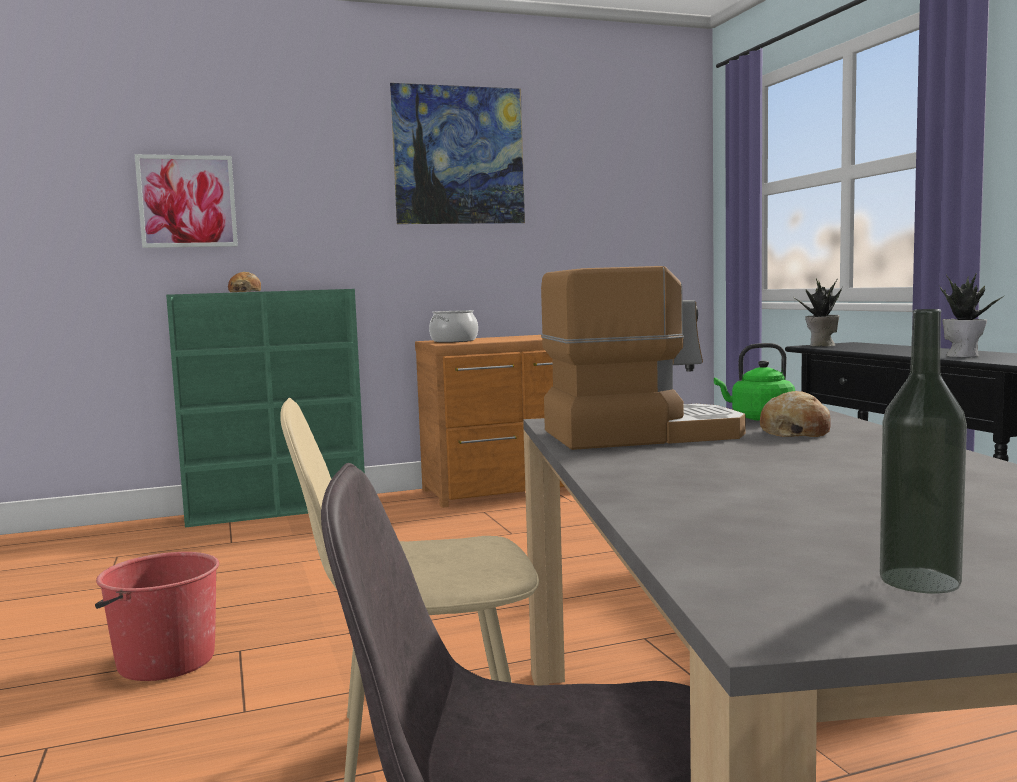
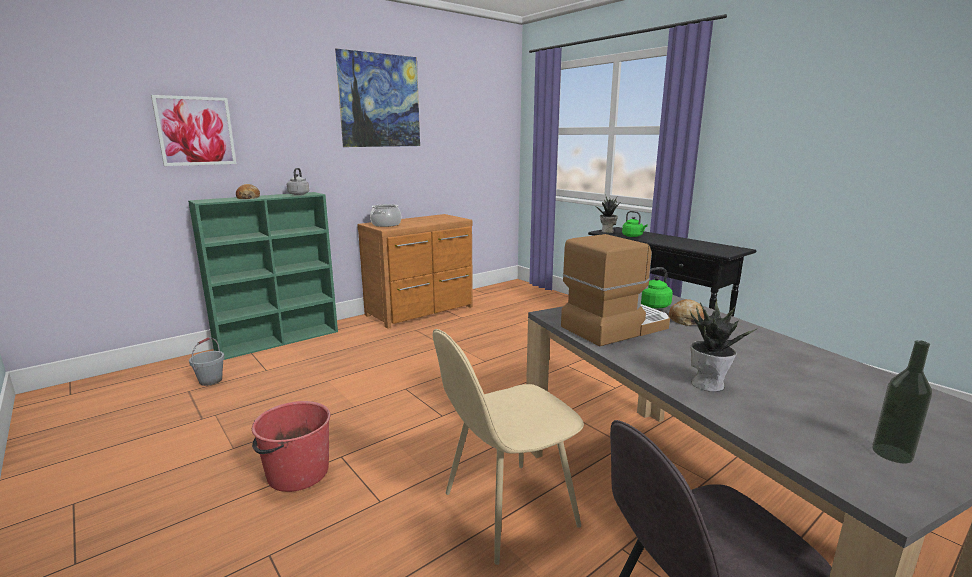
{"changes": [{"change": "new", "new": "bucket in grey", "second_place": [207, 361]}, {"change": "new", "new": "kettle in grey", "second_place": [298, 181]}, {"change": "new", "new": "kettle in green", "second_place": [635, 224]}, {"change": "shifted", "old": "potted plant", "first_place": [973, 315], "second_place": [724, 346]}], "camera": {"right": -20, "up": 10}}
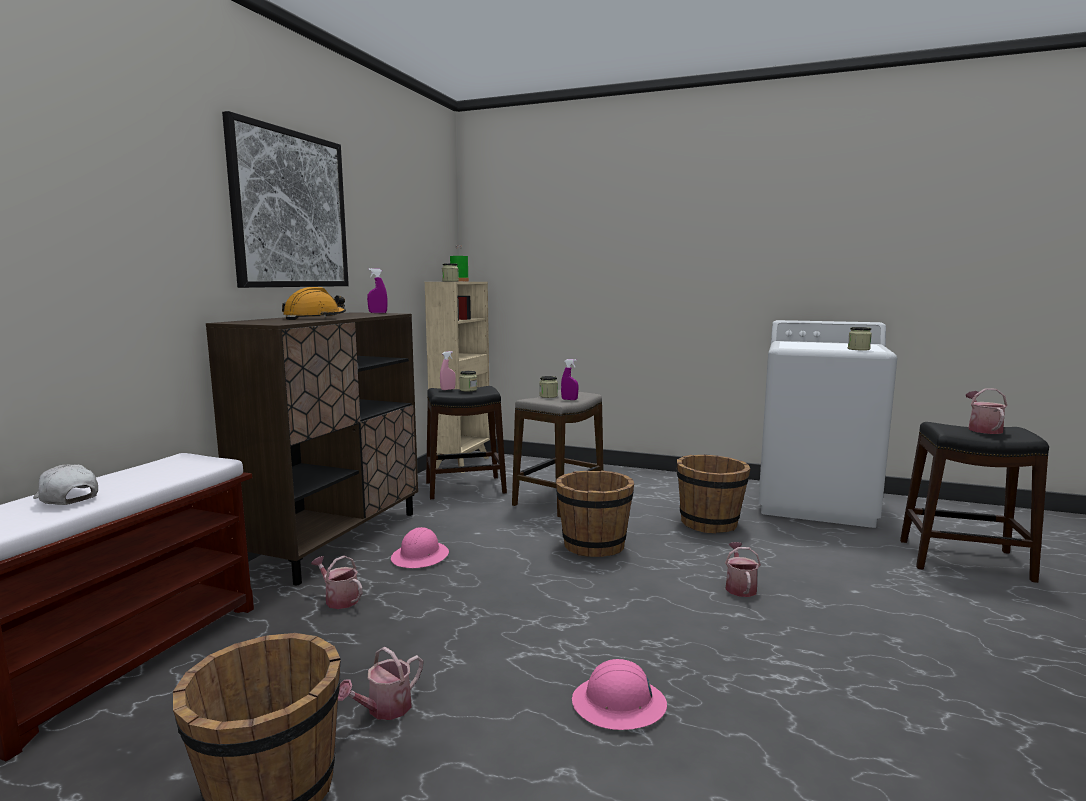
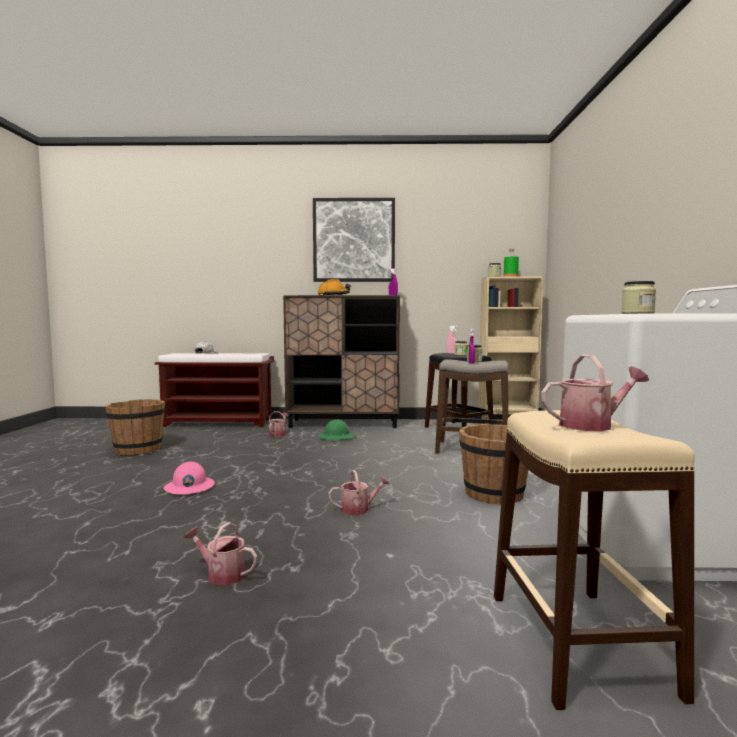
{"changes": [{"change": "shifted", "old": "watering can", "first_place": [380, 683], "second_place": [220, 553]}, {"change": "repainted", "old": "hard hat in pink", "new": "hard hat in green", "first_place": [420, 547], "second_place": [336, 430]}, {"change": "repainted", "old": "stool in black", "new": "stool in beige", "first_place": [974, 502], "second_place": [594, 560]}, {"change": "gone", "old": "bucket in brown", "first_place": [595, 513]}], "camera": {"right": 70, "up": -5}}
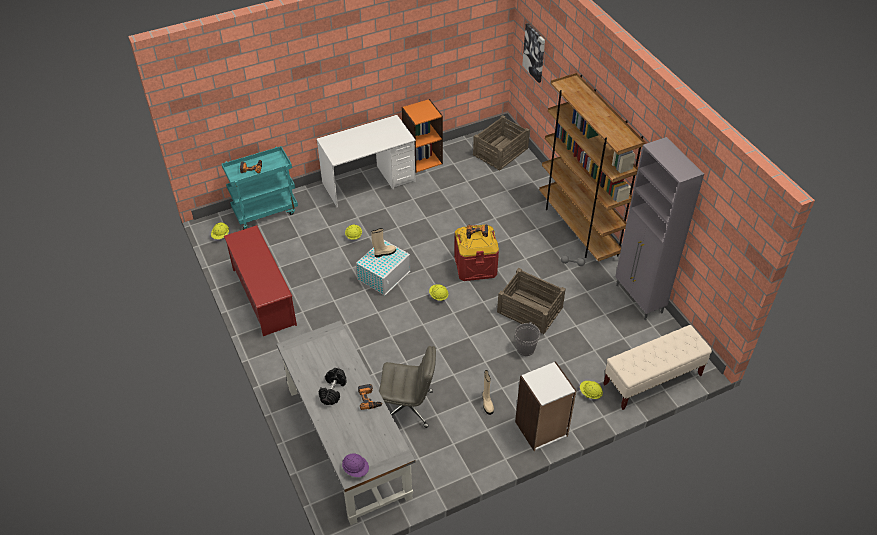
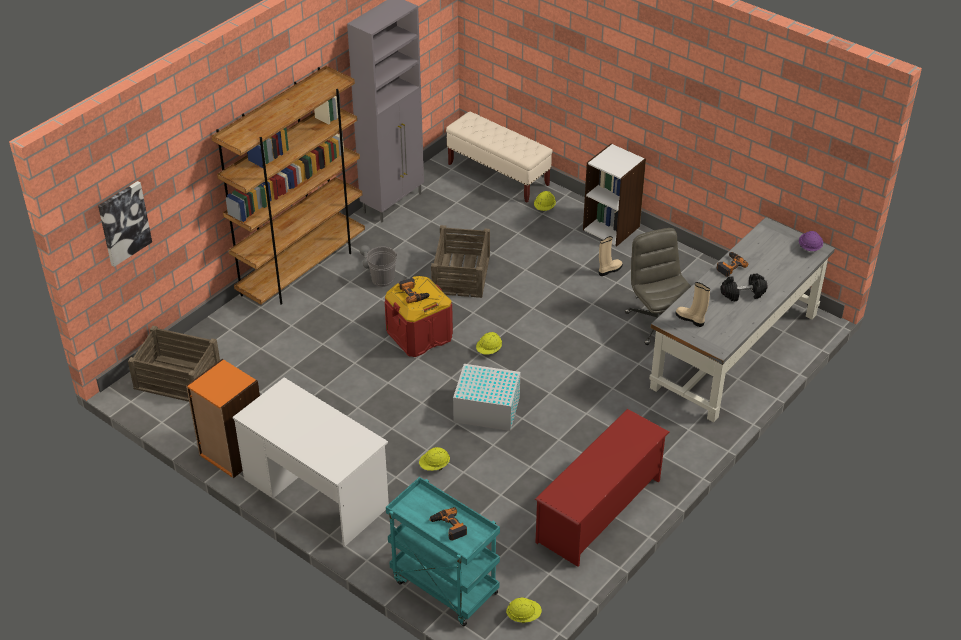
{"changes": [{"change": "shifted", "old": "bucket in grey", "first_place": [527, 339], "second_place": [382, 267]}, {"change": "shifted", "old": "boot in beige", "first_place": [384, 242], "second_place": [692, 304]}], "camera": {"right": -115, "up": -5}}
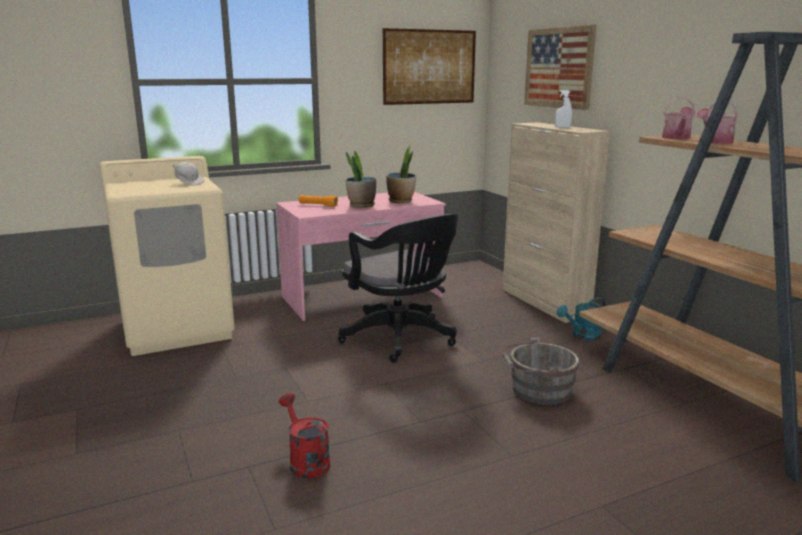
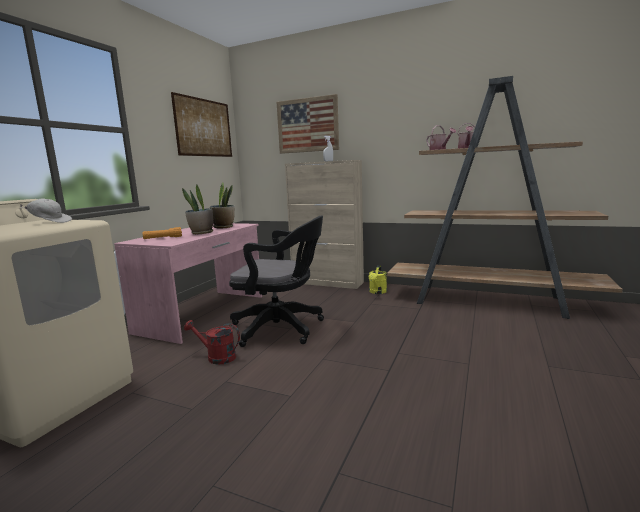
{"changes": [{"change": "shifted", "old": "watering can in red", "first_place": [304, 436], "second_place": [212, 342]}, {"change": "repainted", "old": "watering can in turquoise", "new": "watering can in yellow", "first_place": [581, 319], "second_place": [378, 279]}, {"change": "gone", "old": "bucket in grey", "first_place": [540, 371]}], "camera": {"right": -40, "up": -5}}
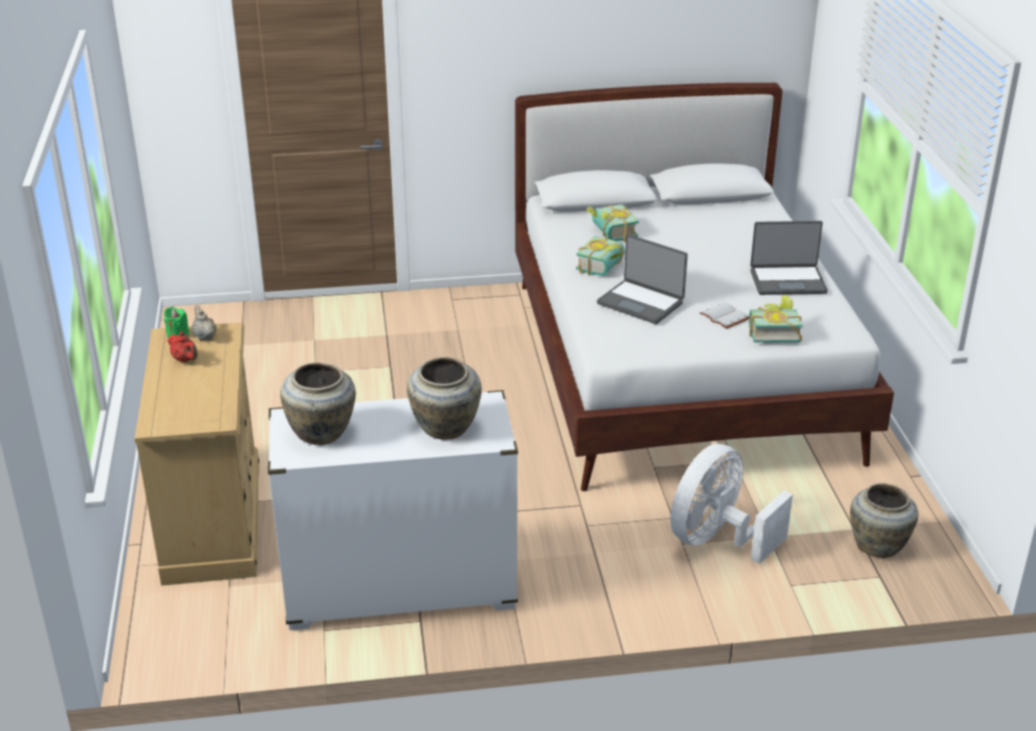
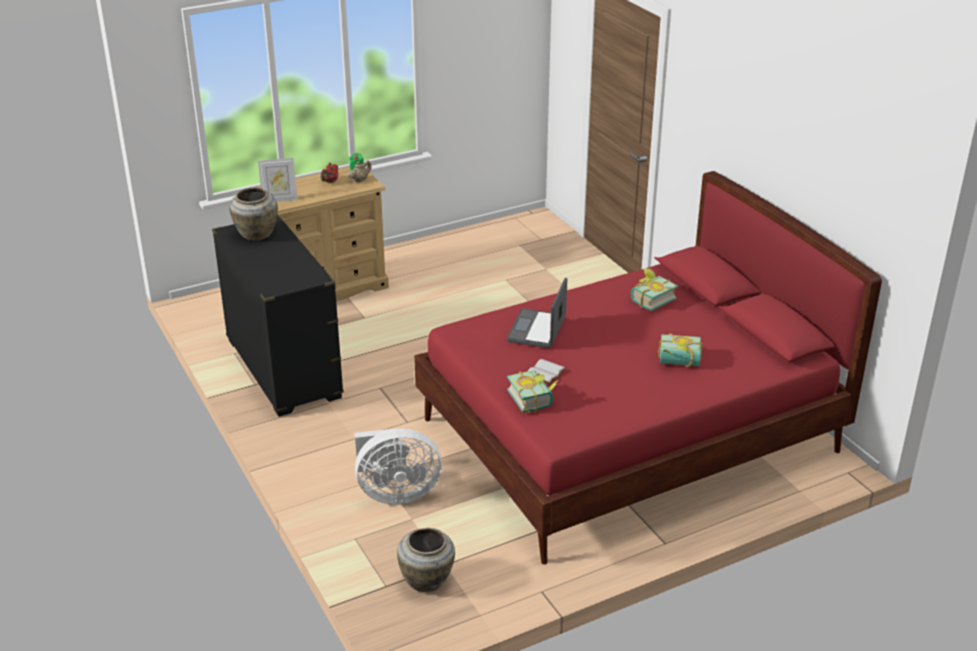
{"changes": [{"change": "repainted", "old": "dresser in white", "new": "dresser in black", "first_place": [393, 510], "second_place": [278, 315]}, {"change": "new", "new": "picture frame", "second_place": [278, 180]}, {"change": "rotated", "old": "fan in white", "first_place": [731, 504], "second_place": [398, 466], "degrees": 150}, {"change": "repainted", "old": "bed in white", "new": "bed in red", "first_place": [704, 287], "second_place": [648, 367]}, {"change": "shifted", "old": "book", "first_place": [600, 256], "second_place": [680, 350]}, {"change": "gone", "old": "vase in beige", "first_place": [444, 398]}, {"change": "gone", "old": "laptop", "first_place": [789, 258]}], "camera": {"right": 70, "up": 0}}
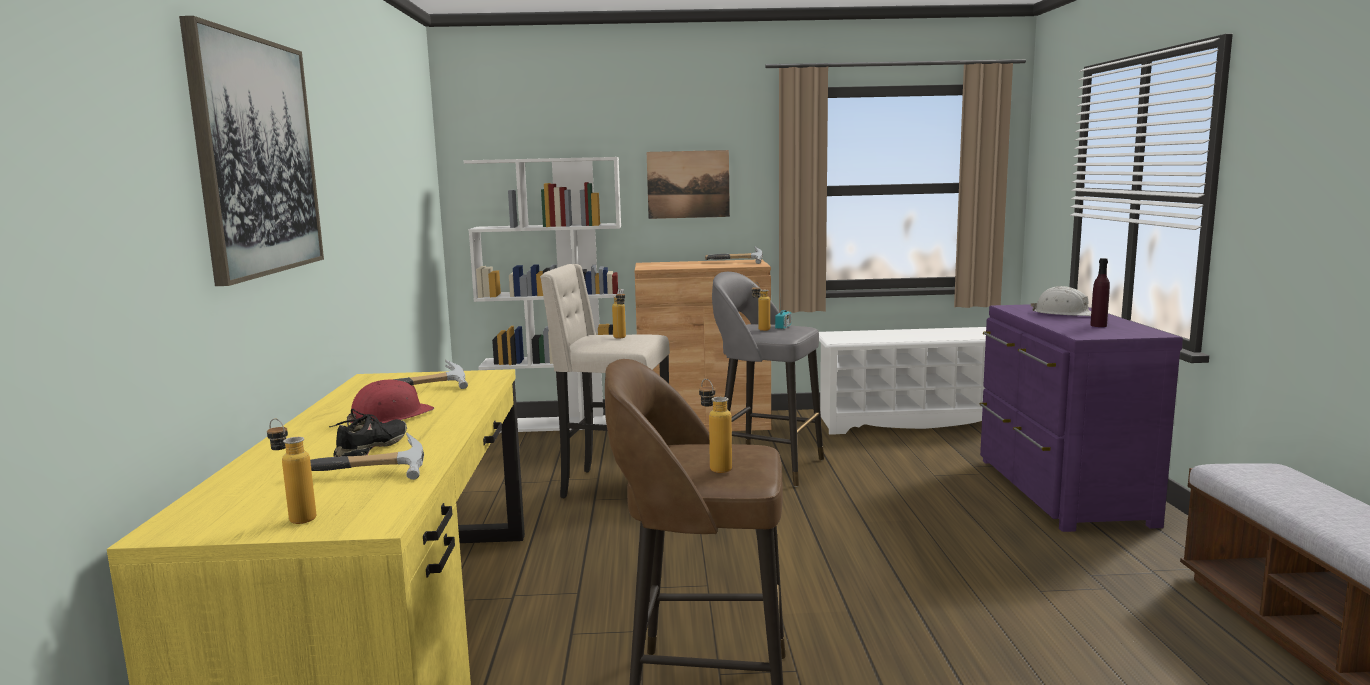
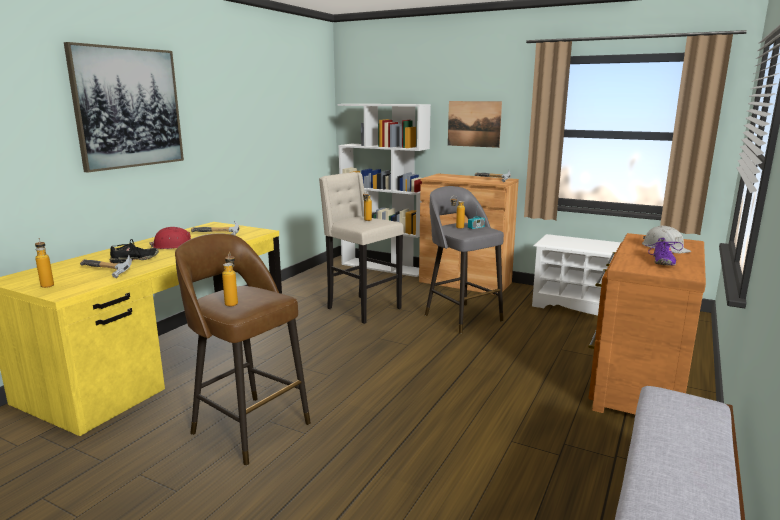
{"changes": [{"change": "repainted", "old": "dresser in purple", "new": "dresser in brown", "first_place": [1081, 418], "second_place": [647, 323]}, {"change": "swapped", "old": "bottle in purple", "new": "shoe in purple", "first_place": [1100, 292], "second_place": [664, 251]}], "camera": {"right": 30, "up": 5}}
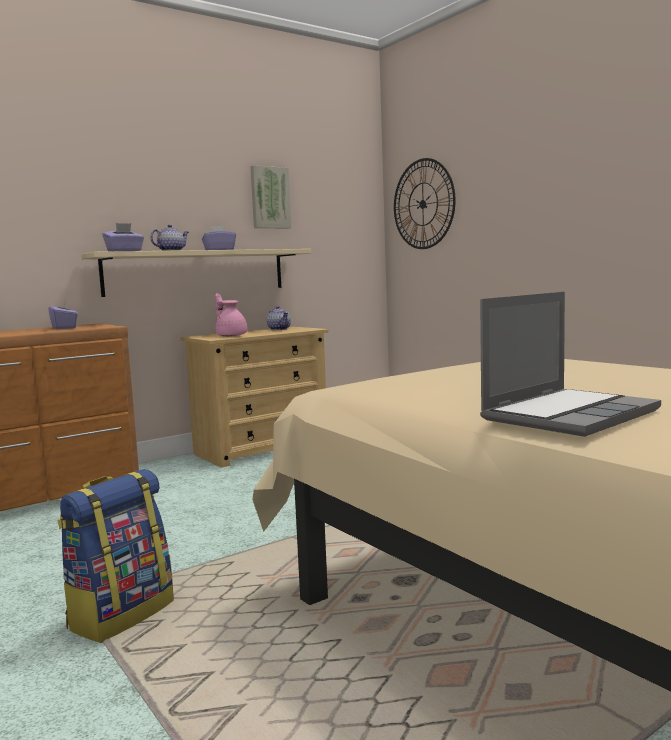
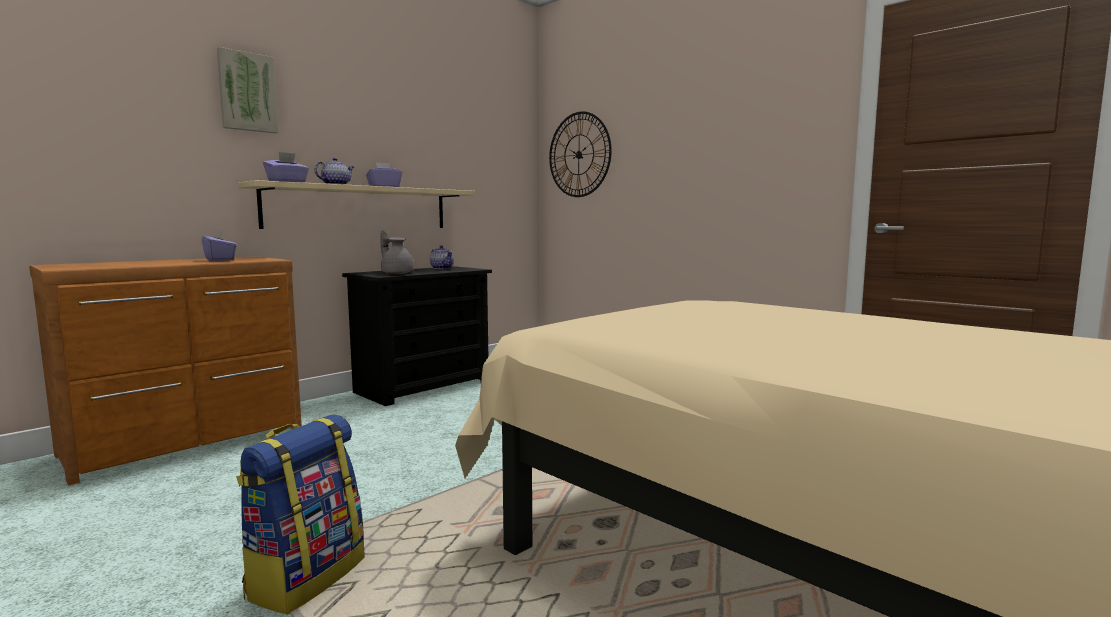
{"changes": [{"change": "shifted", "old": "picture", "first_place": [271, 196], "second_place": [247, 90]}, {"change": "repainted", "old": "dresser in beige", "new": "dresser in black", "first_place": [254, 397], "second_place": [417, 336]}, {"change": "repainted", "old": "teapot in pink", "new": "teapot in grey", "first_place": [231, 315], "second_place": [397, 252]}, {"change": "gone", "old": "laptop", "first_place": [570, 364]}], "camera": {"right": -10, "up": 0}}
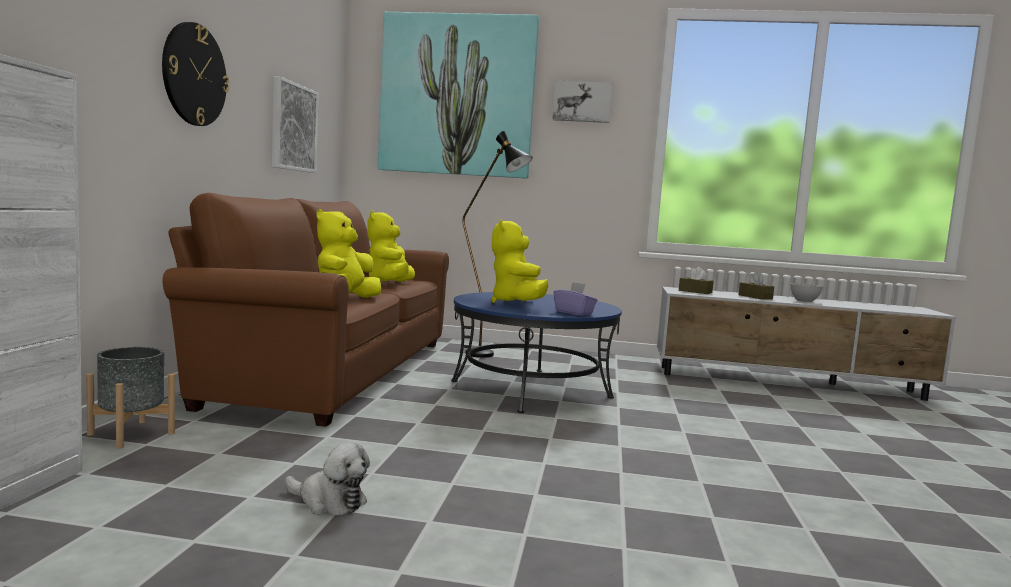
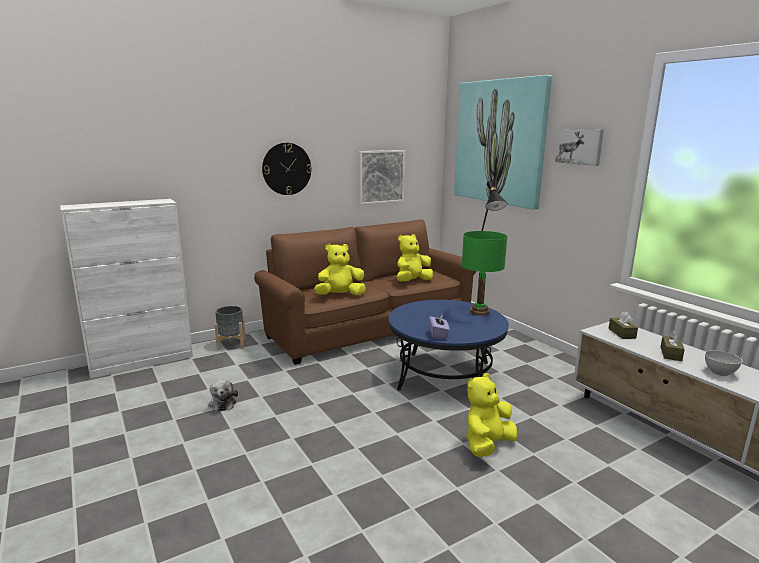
{"changes": [{"change": "new", "new": "table lamp in green", "second_place": [485, 273]}, {"change": "shifted", "old": "plush toy in yellow", "first_place": [519, 261], "second_place": [491, 415]}], "camera": {"right": 50, "up": 10}}
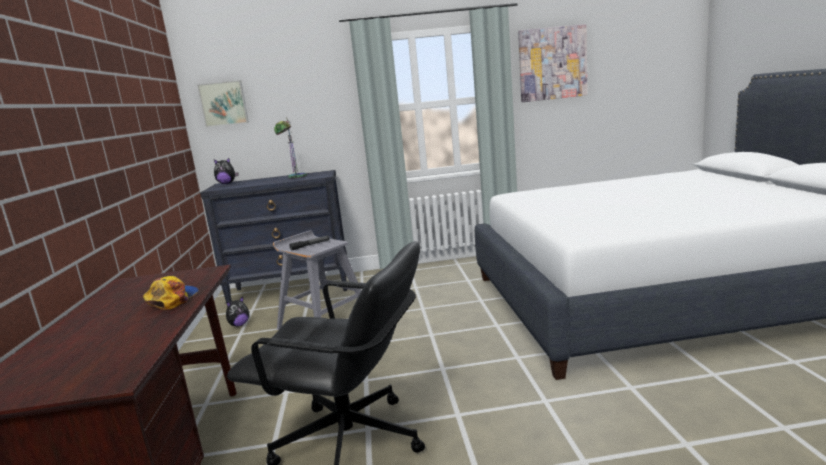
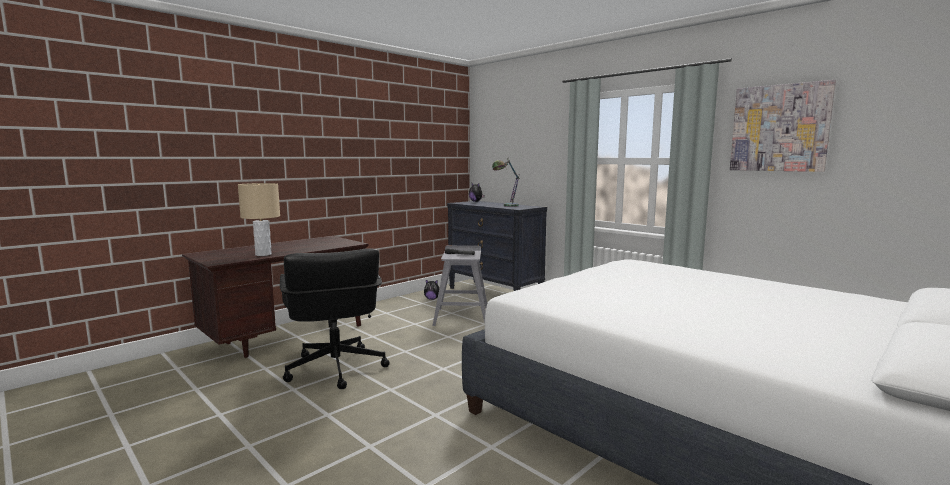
{"changes": [{"change": "new", "new": "table lamp in beige", "second_place": [259, 219]}, {"change": "gone", "old": "cap", "first_place": [171, 293]}, {"change": "gone", "old": "picture", "first_place": [223, 103]}], "camera": {"right": 50, "up": -5}}
